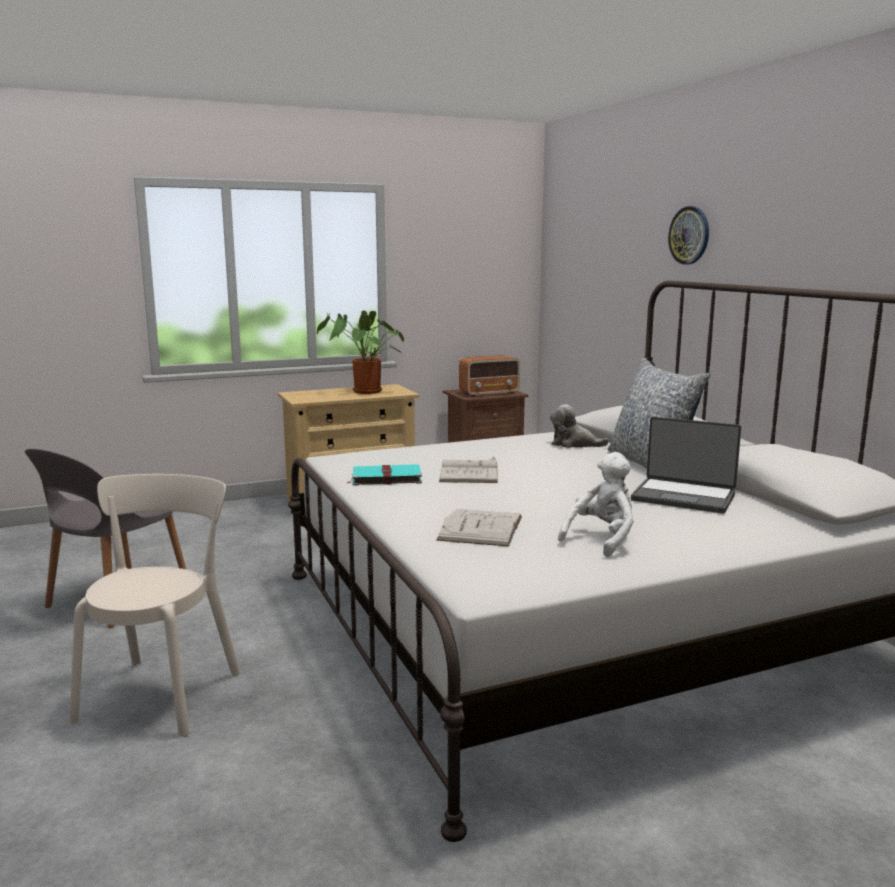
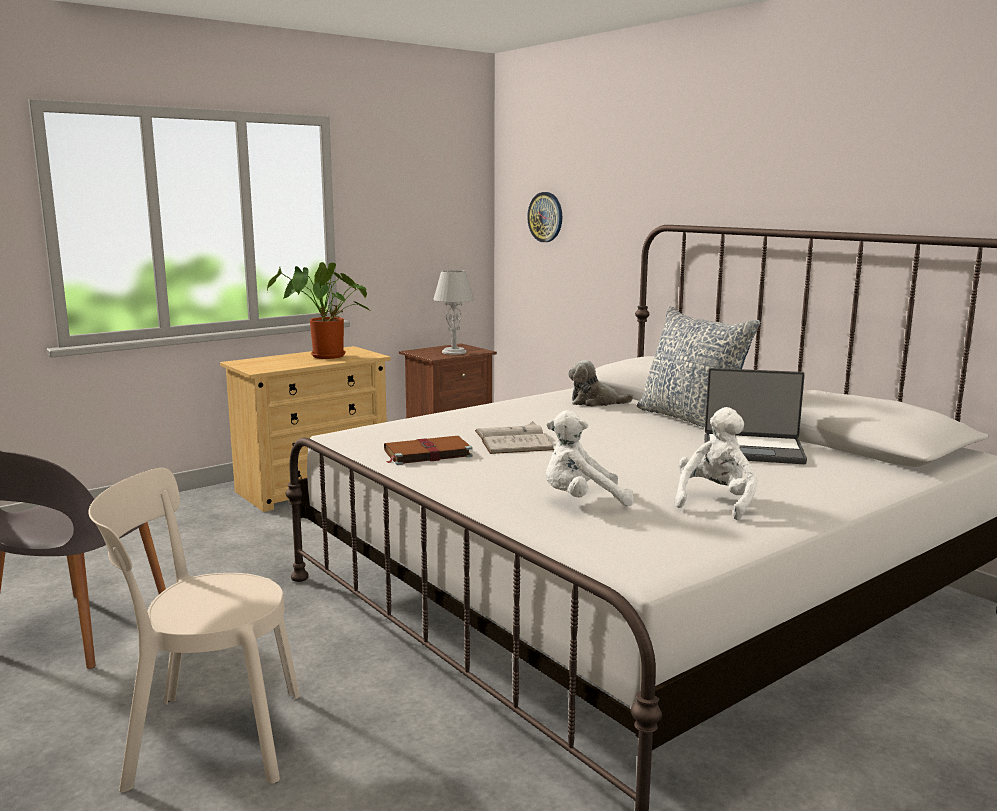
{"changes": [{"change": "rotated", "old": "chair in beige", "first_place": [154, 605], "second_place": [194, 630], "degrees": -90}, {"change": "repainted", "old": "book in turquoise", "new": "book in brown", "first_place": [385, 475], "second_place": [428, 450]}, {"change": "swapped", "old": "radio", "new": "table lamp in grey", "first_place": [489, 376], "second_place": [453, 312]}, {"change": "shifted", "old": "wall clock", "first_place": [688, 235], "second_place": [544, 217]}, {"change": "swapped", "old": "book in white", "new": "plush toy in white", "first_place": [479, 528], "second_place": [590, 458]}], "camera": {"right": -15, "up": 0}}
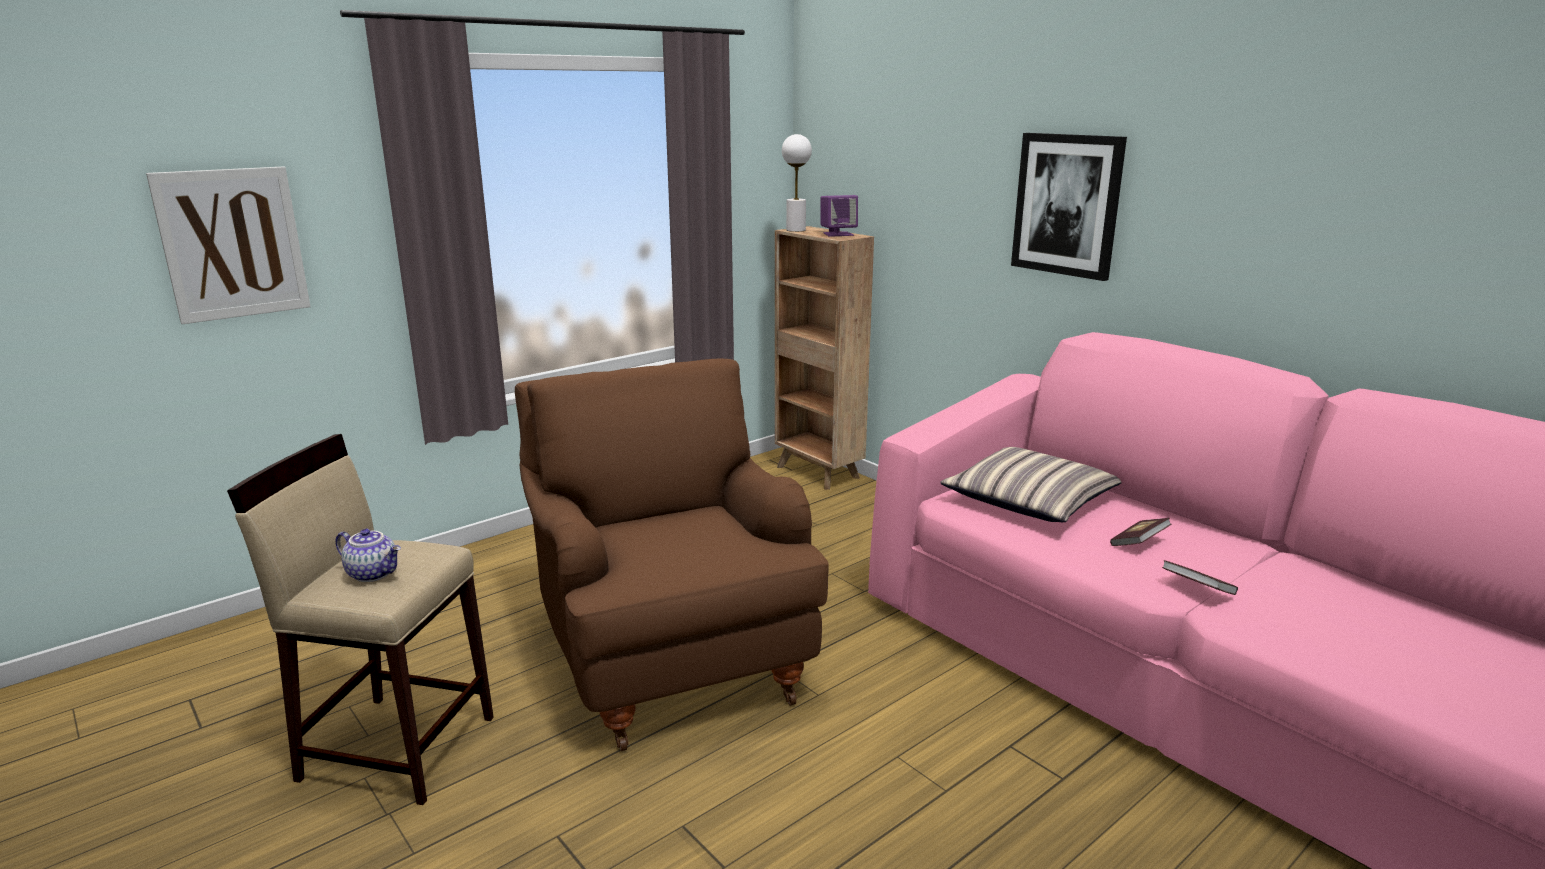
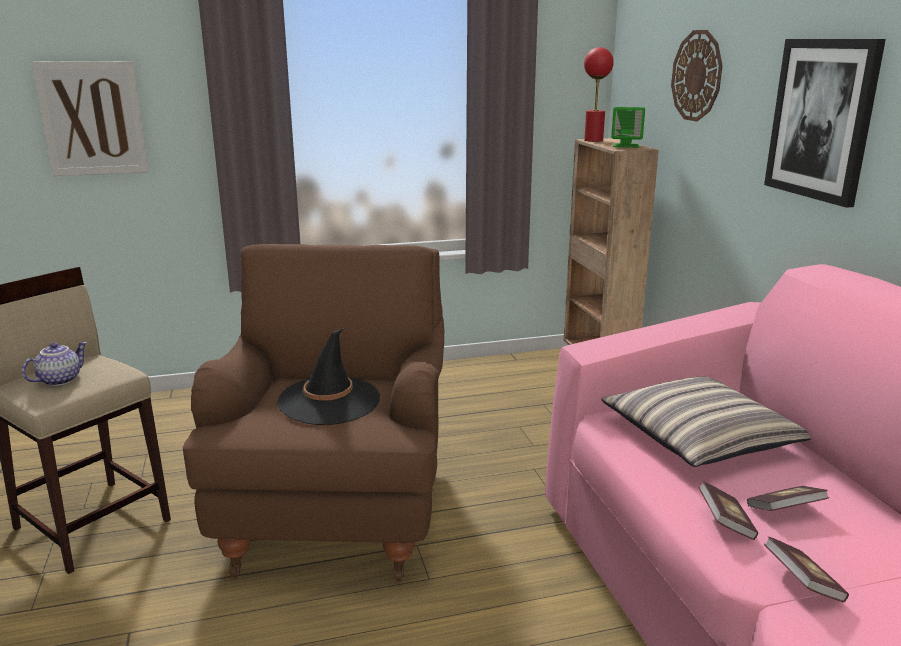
{"changes": [{"change": "rotated", "old": "teapot", "first_place": [368, 555], "second_place": [54, 364], "degrees": -105}, {"change": "new", "new": "hat in black", "second_place": [328, 376]}, {"change": "repainted", "old": "table lamp in white", "new": "table lamp in red", "first_place": [797, 183], "second_place": [599, 94]}, {"change": "repainted", "old": "speaker in purple", "new": "speaker in green", "first_place": [839, 216], "second_place": [628, 127]}, {"change": "new", "new": "wall clock", "second_place": [697, 75]}, {"change": "new", "new": "book", "second_place": [728, 510]}], "camera": {"right": 25, "up": 0}}
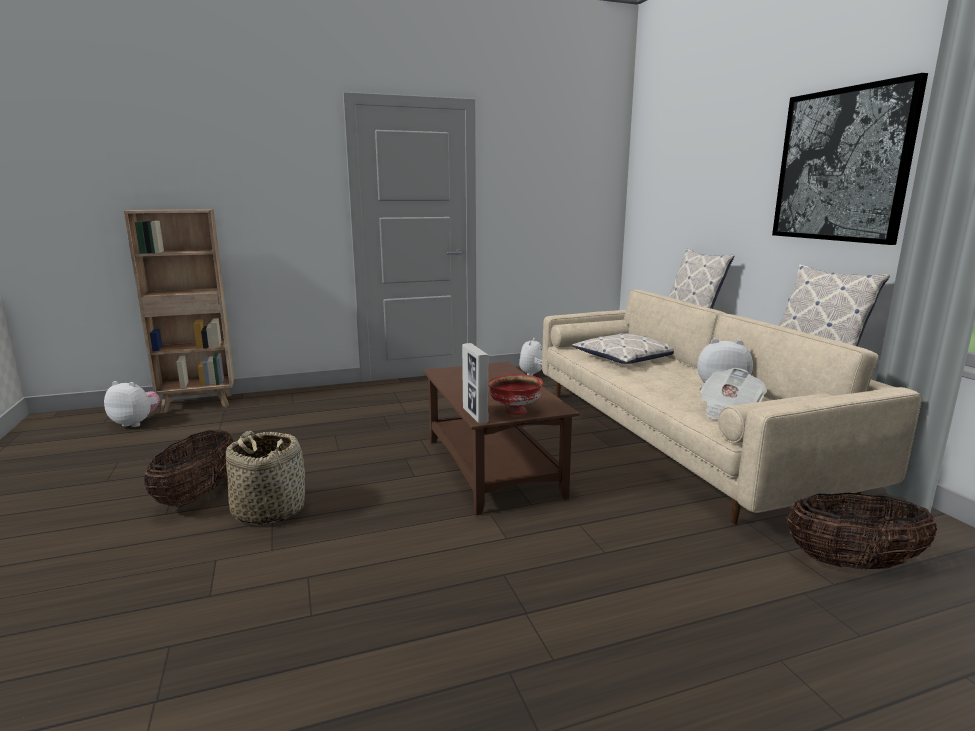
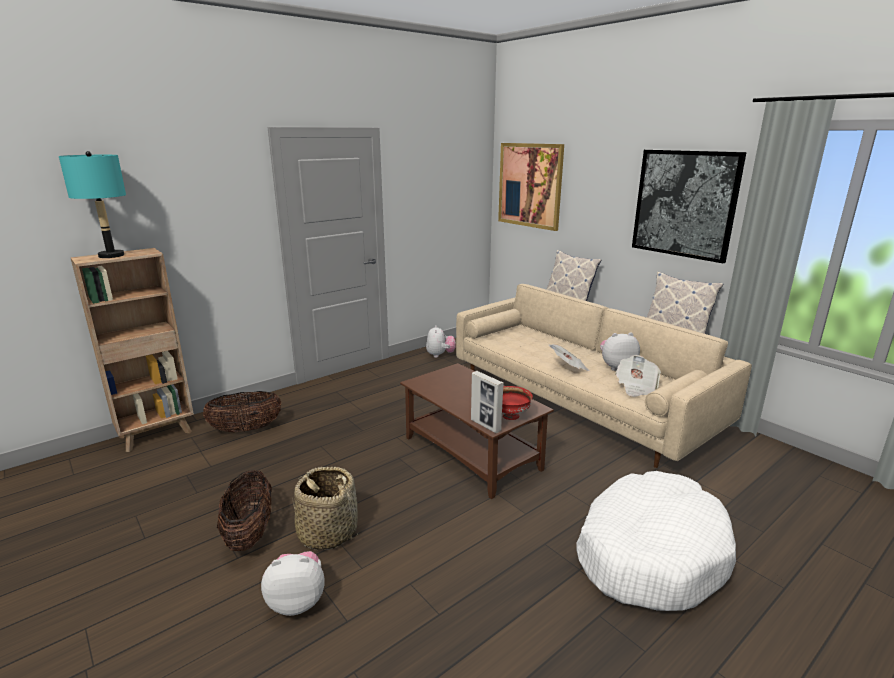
{"changes": [{"change": "new", "new": "table lamp in turquoise", "second_place": [92, 204]}, {"change": "shifted", "old": "basket", "first_place": [861, 531], "second_place": [242, 412]}, {"change": "shifted", "old": "plush toy", "first_place": [132, 404], "second_place": [293, 583]}, {"change": "new", "new": "picture", "second_place": [531, 187]}, {"change": "new", "new": "newspaper", "second_place": [569, 357]}, {"change": "new", "new": "dog bed in white", "second_place": [656, 541]}, {"change": "gone", "old": "pillow", "first_place": [623, 348]}], "camera": {"right": -20, "up": 5}}
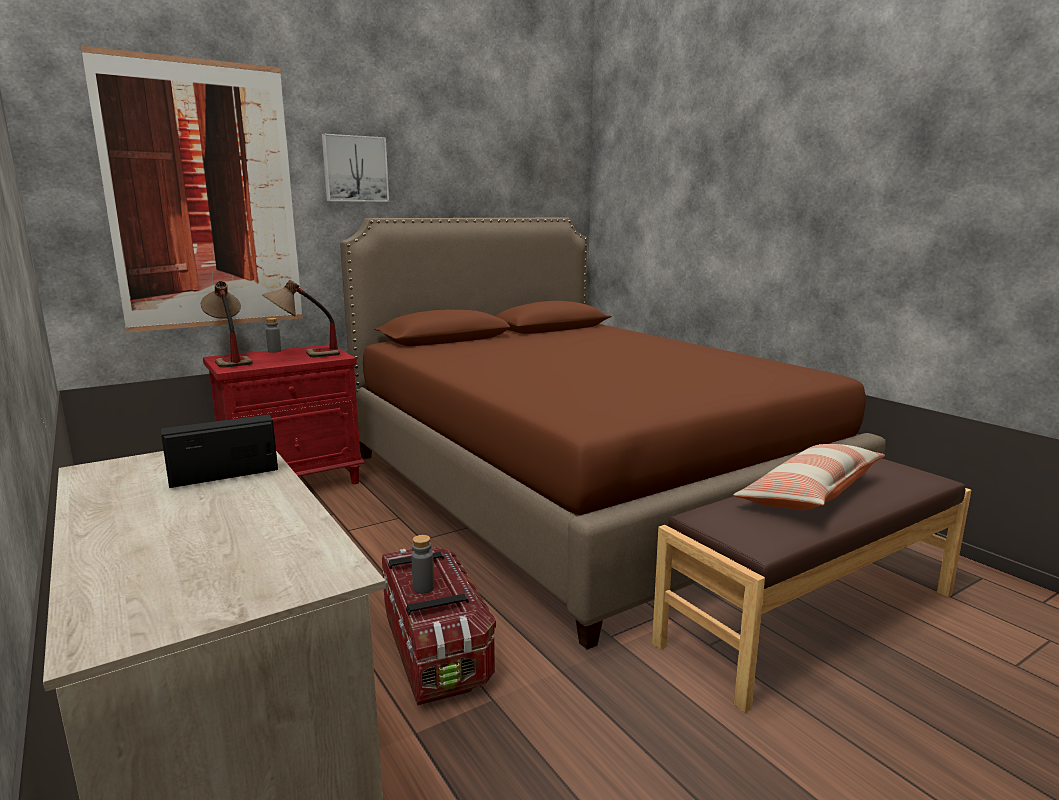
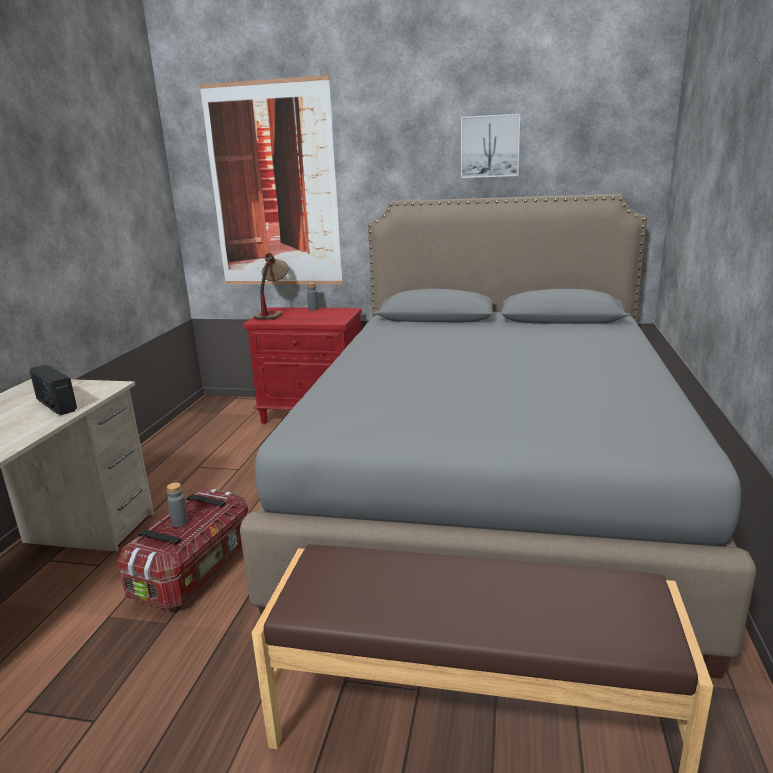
{"changes": [{"change": "rotated", "old": "radio", "first_place": [219, 451], "second_place": [53, 390], "degrees": -150}, {"change": "repainted", "old": "bed in brown", "new": "bed in grey", "first_place": [613, 434], "second_place": [498, 436]}, {"change": "shifted", "old": "picture", "first_place": [355, 168], "second_place": [490, 146]}, {"change": "gone", "old": "table lamp", "first_place": [301, 318]}, {"change": "gone", "old": "pillow", "first_place": [809, 477]}], "camera": {"right": 45, "up": 5}}
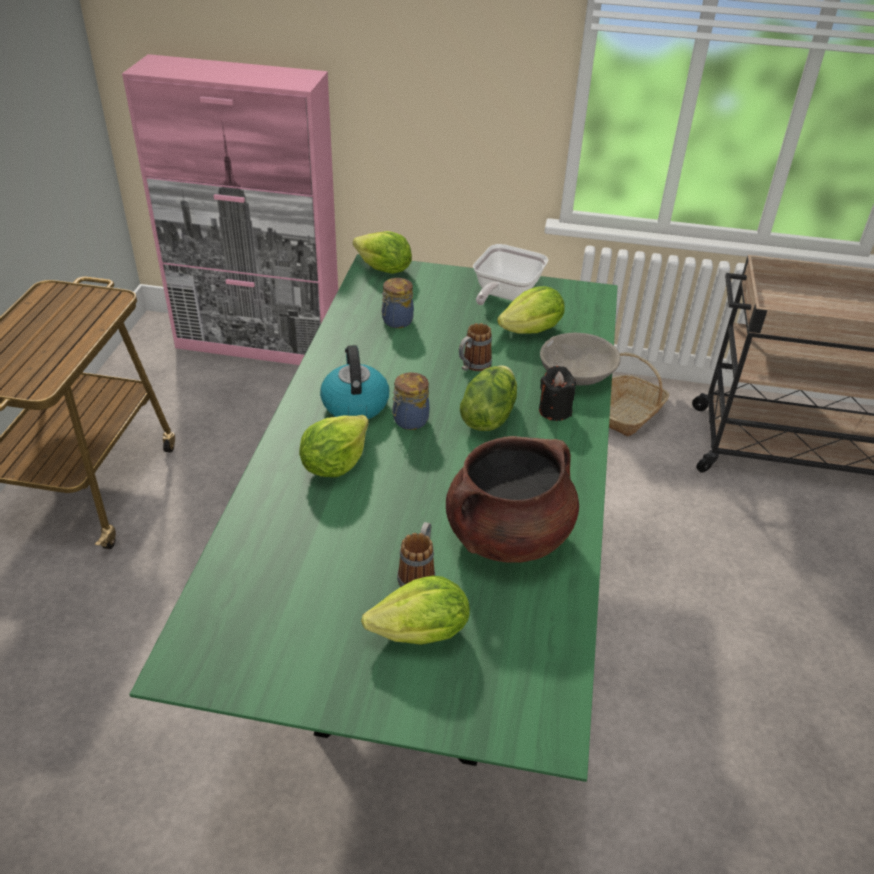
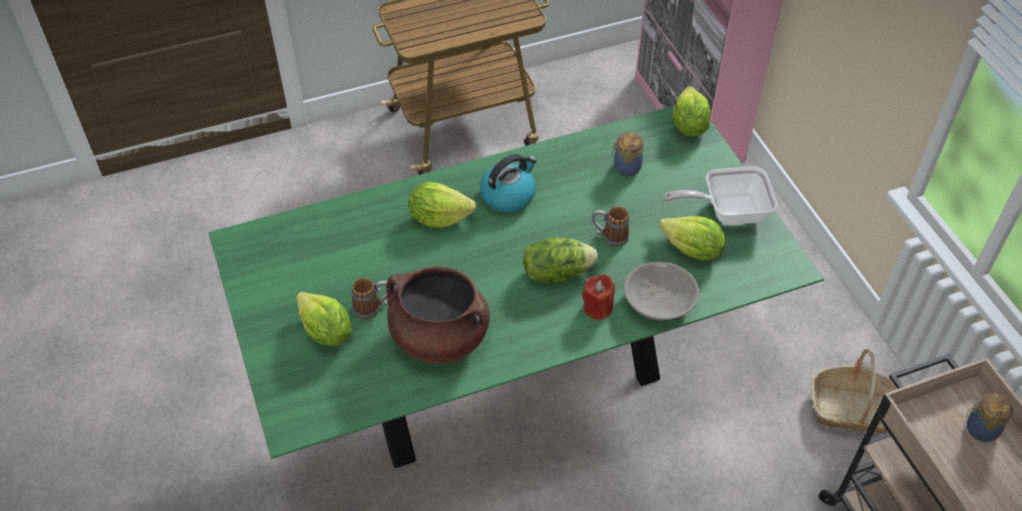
{"changes": [{"change": "repainted", "old": "candle in black", "new": "candle in red", "first_place": [557, 393], "second_place": [598, 297]}, {"change": "shifted", "old": "jar", "first_place": [410, 401], "second_place": [989, 417]}], "camera": {"right": 60, "up": 10}}
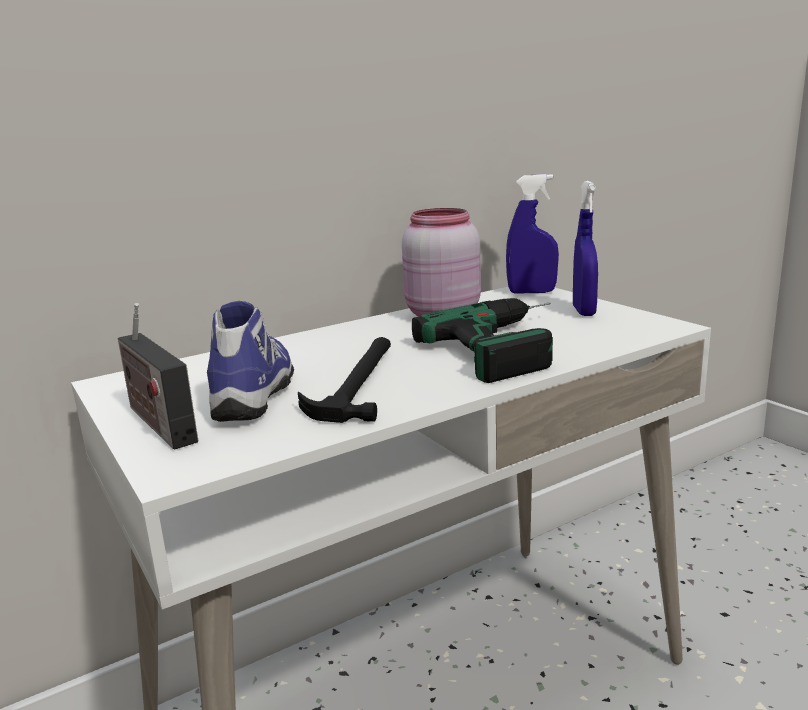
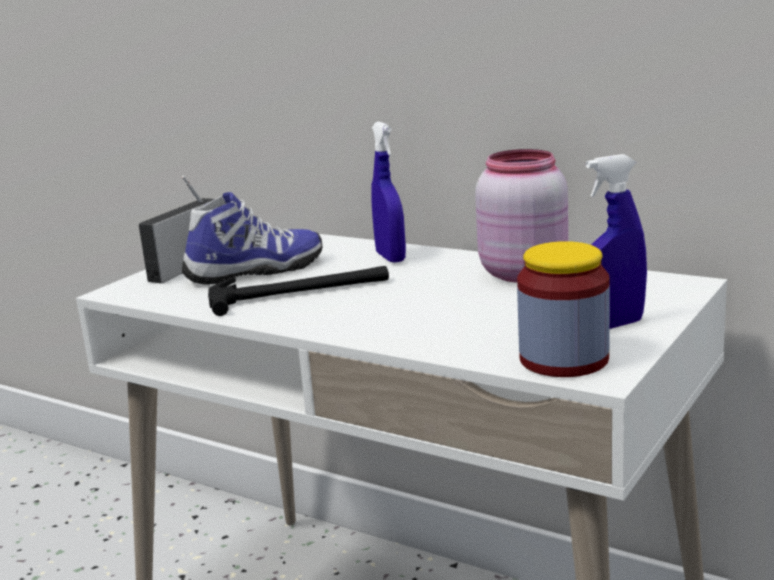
{"changes": [{"change": "shifted", "old": "spray bottle in blue", "first_place": [532, 234], "second_place": [388, 192]}, {"change": "new", "new": "jar", "second_place": [563, 309]}, {"change": "gone", "old": "power drill", "first_place": [482, 340]}], "camera": {"right": 65, "up": 0}}
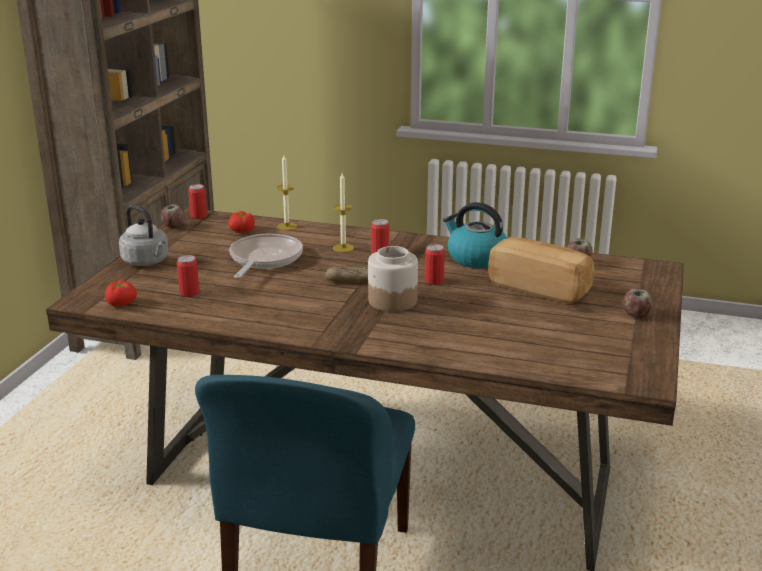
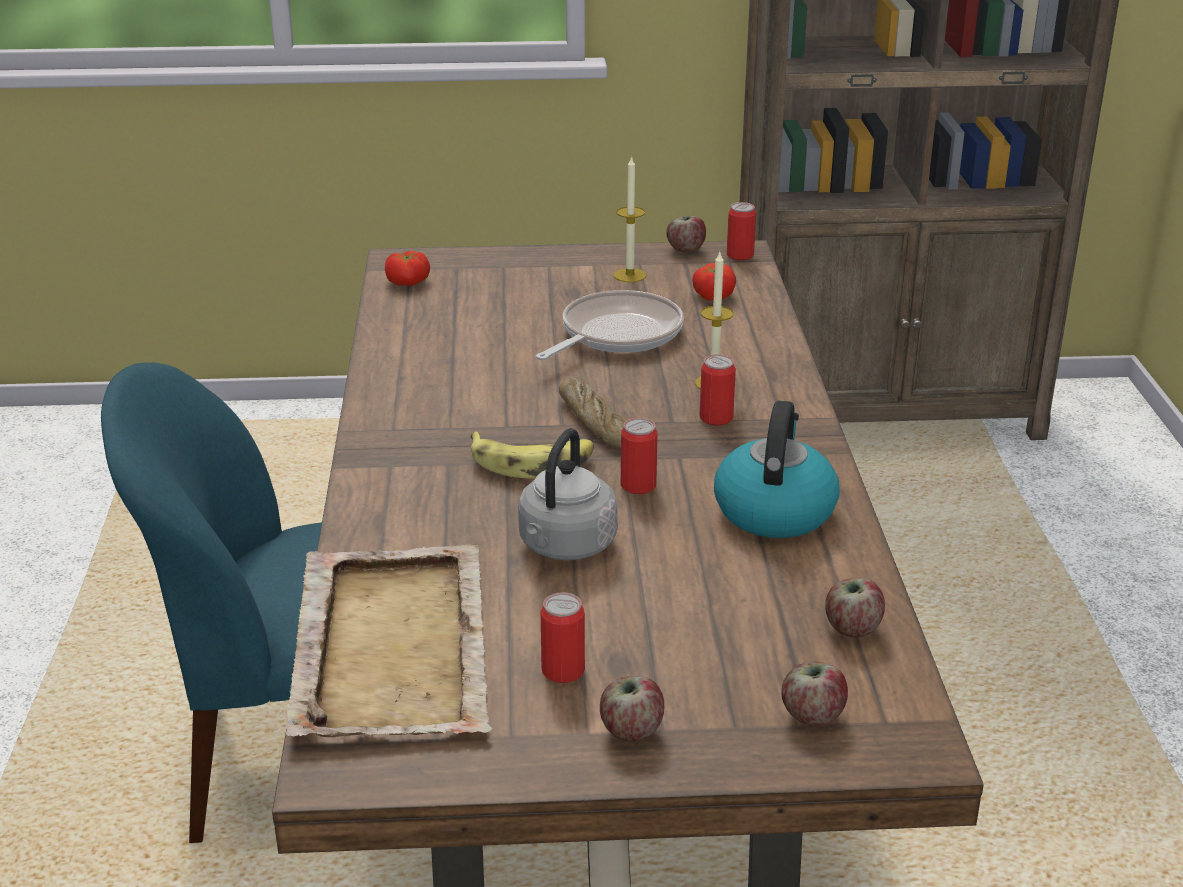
{"changes": [{"change": "new", "new": "tray in beige", "second_place": [389, 640]}, {"change": "swapped", "old": "jar", "new": "banana", "first_place": [393, 279], "second_place": [532, 455]}, {"change": "shifted", "old": "kettle in grey", "first_place": [144, 235], "second_place": [568, 494]}, {"change": "rotated", "old": "frying pan", "first_place": [266, 256], "second_place": [610, 325], "degrees": -45}, {"change": "shifted", "old": "can", "first_place": [188, 276], "second_place": [563, 637]}, {"change": "shifted", "old": "candle", "first_place": [287, 192], "second_place": [629, 219]}, {"change": "new", "new": "apple", "second_place": [814, 693]}, {"change": "gone", "old": "bread", "first_place": [541, 271]}], "camera": {"right": 70, "up": 5}}
